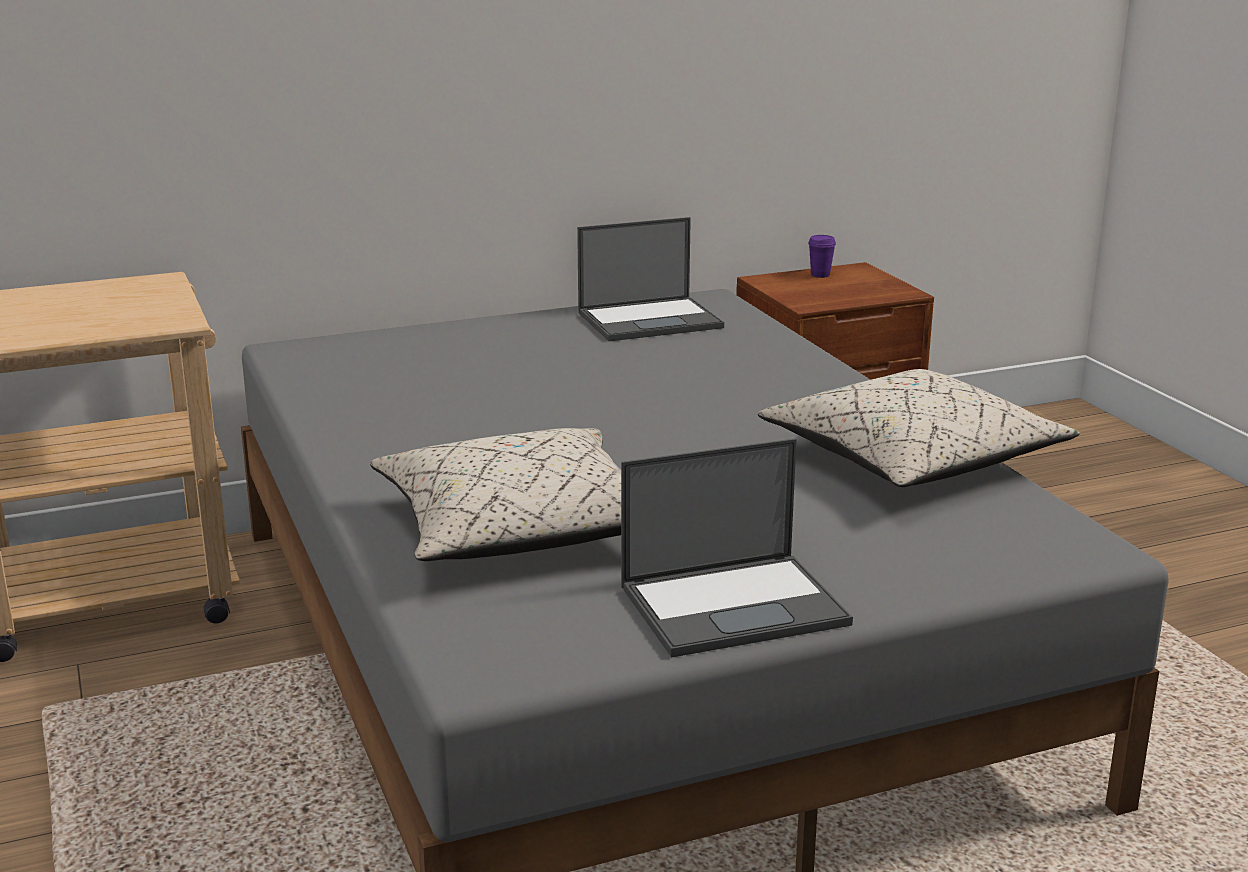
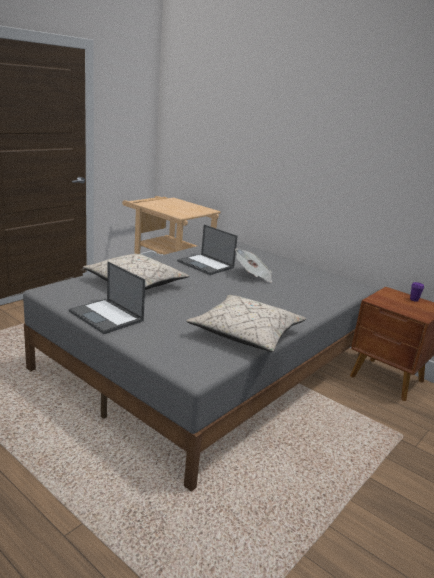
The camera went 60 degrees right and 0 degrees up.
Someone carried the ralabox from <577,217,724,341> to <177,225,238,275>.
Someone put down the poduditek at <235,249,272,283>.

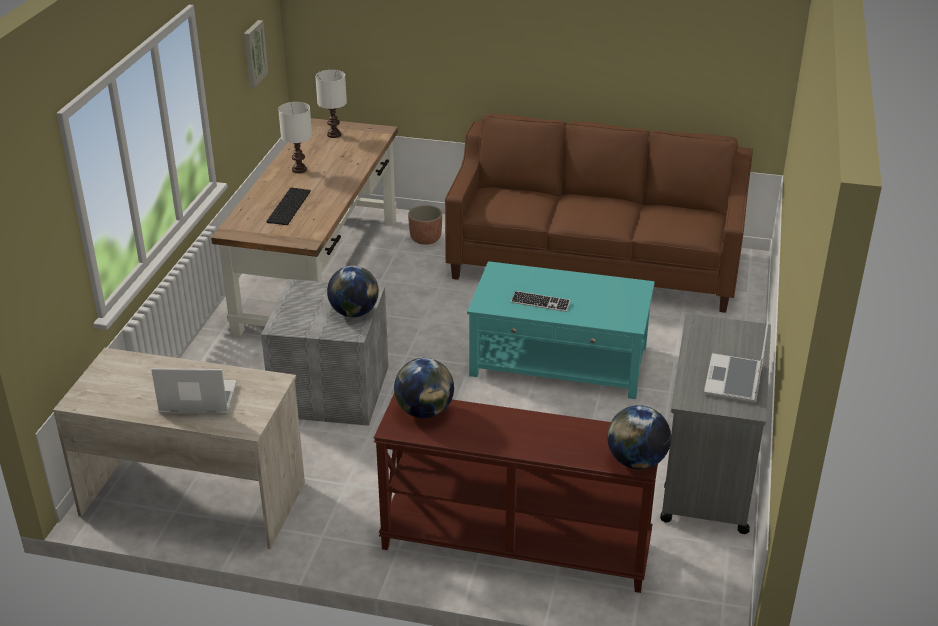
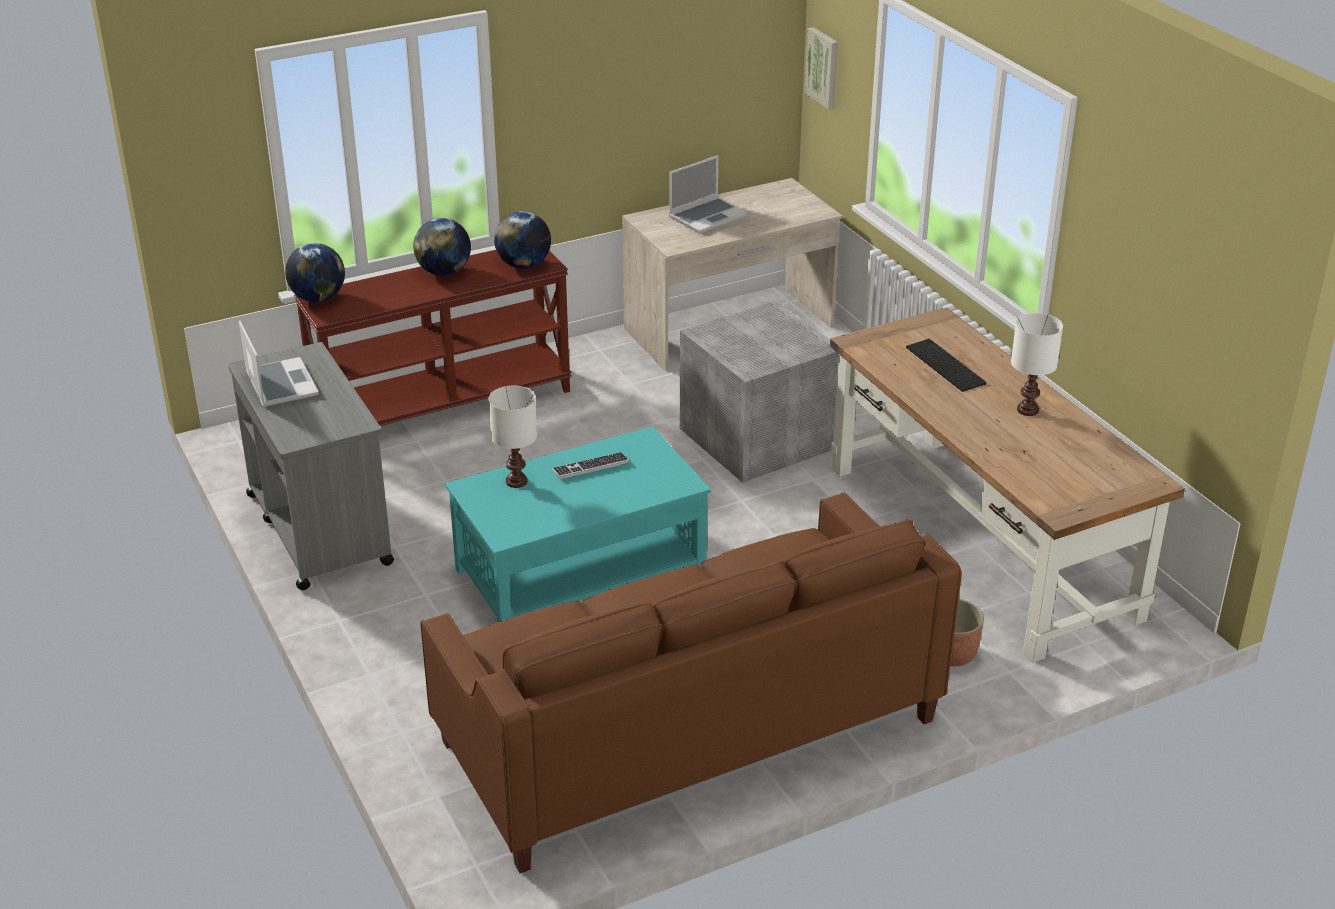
The camera went 140 degrees right and 0 degrees up.
Someone carried the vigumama from <244,20,268,88> to <805,27,838,110>.
Someone carried the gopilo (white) from <315,70,347,138> to <489,386,537,488>.
Someone carried the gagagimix from <327,266,379,317> to <413,218,471,276>.

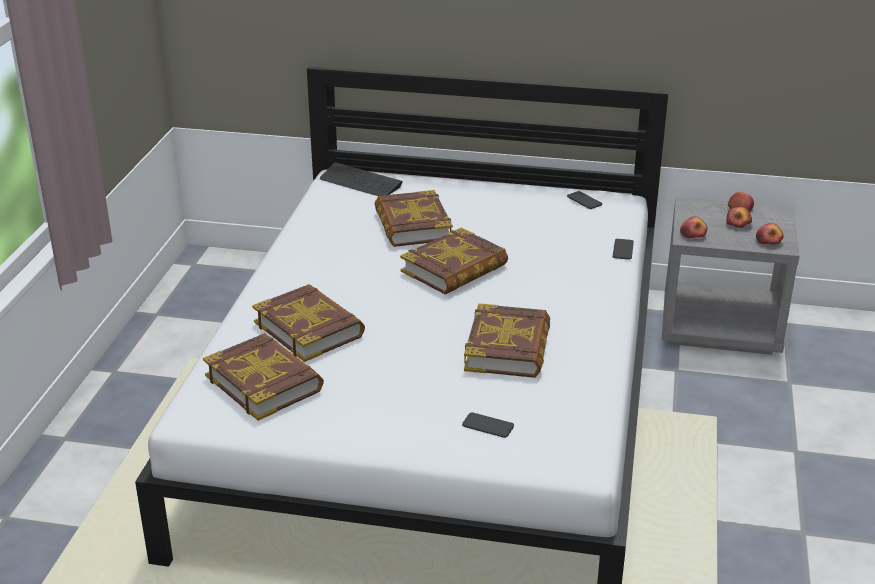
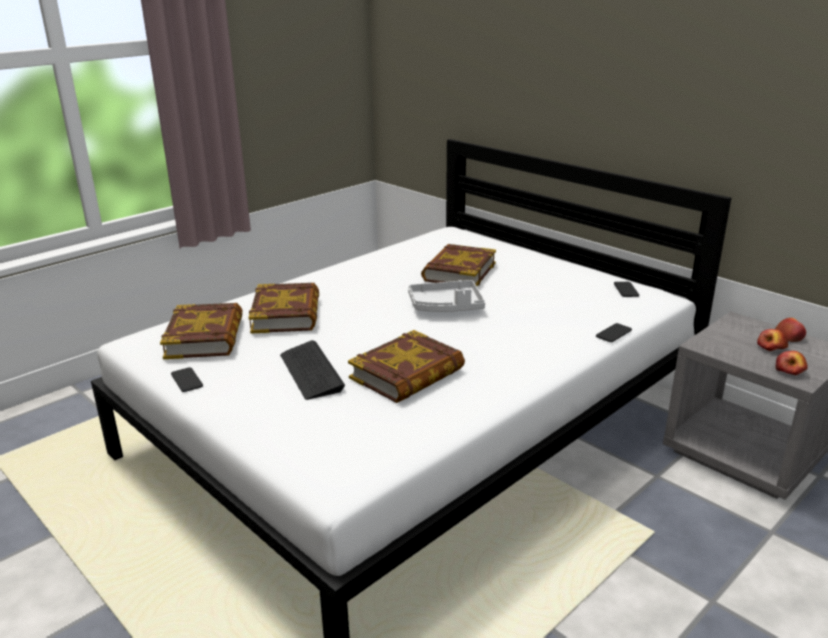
The camera went 35 degrees right and 5 degrees down.
Someone carried the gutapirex from <320,162,403,196> to <280,340,345,400>.
Someone swapped the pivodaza at <400,227,508,294> for the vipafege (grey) at <408,280,485,312>.
Someone carried the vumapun from <462,413,514,438> to <171,367,203,392>.
Someone took away the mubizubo at <680,216,708,238>.

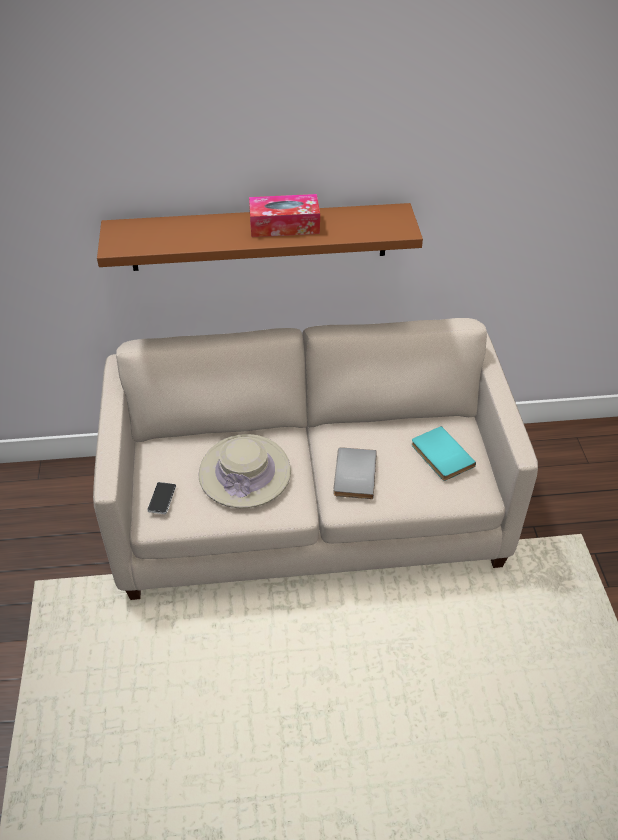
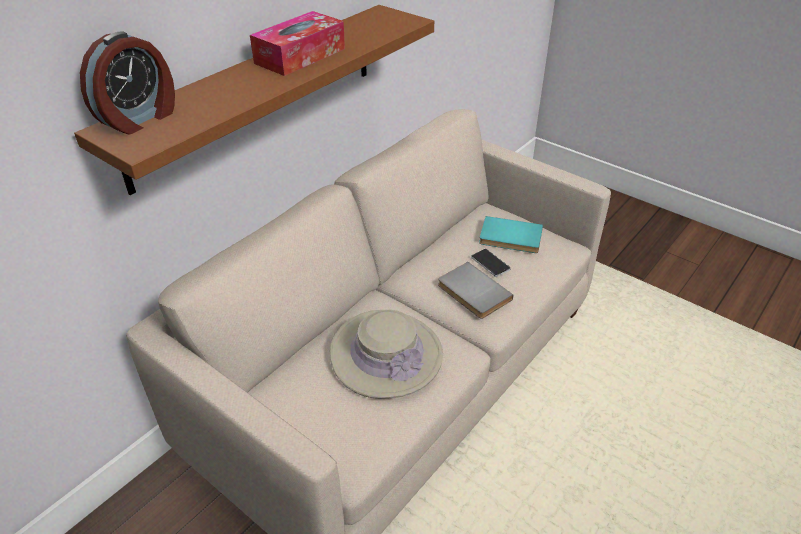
The camera went 45 degrees left and 5 degrees down.
Someone carried the vumapun from <147,482,176,514> to <471,249,510,277>.
Someone put down the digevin at <80,31,175,134>.

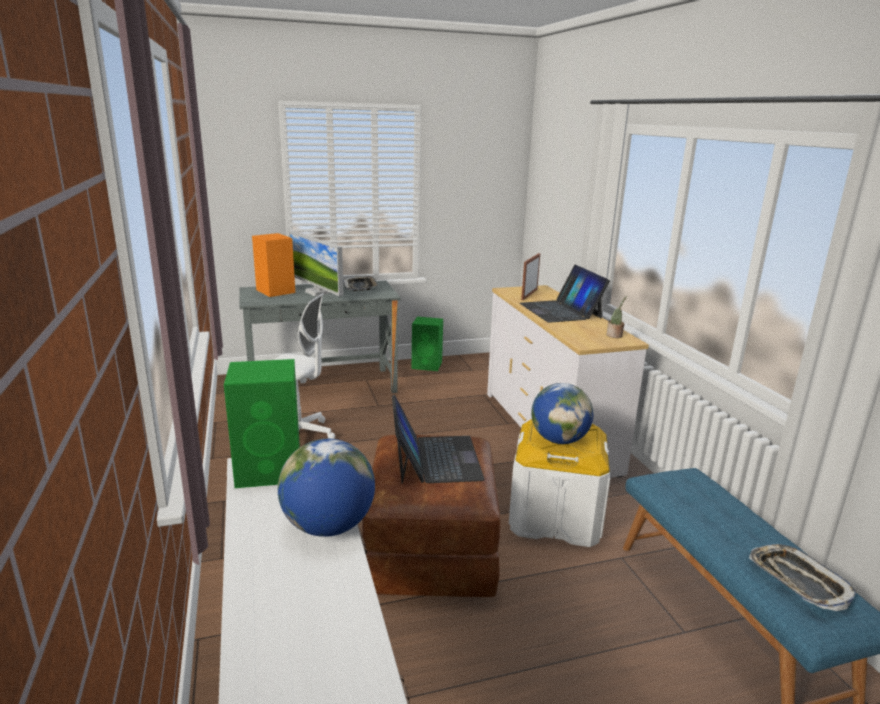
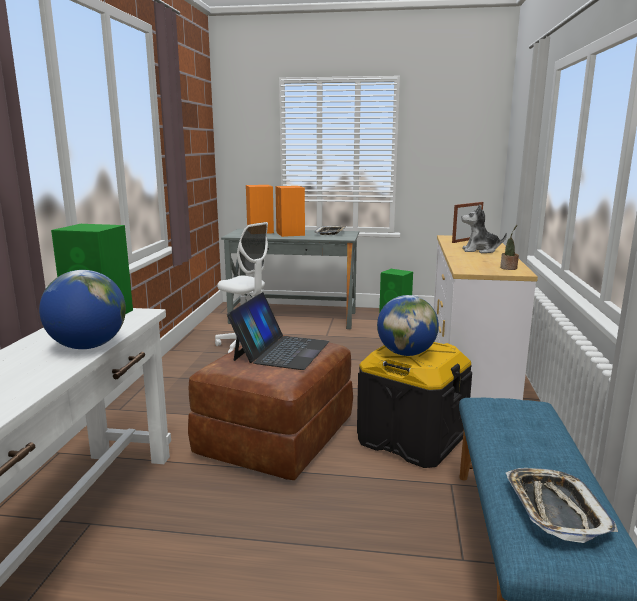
The camera went 25 degrees right and 5 degrees down.
Someone swapped the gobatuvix at <288,231,343,296> for the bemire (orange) at <275,186,305,237>.
Someone repainted the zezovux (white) at <509,419,610,547>, which became the zezovux (black) at <357,342,472,468>.
Someone swapped the ralabox at <519,264,610,323> for the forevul at <462,204,507,253>.

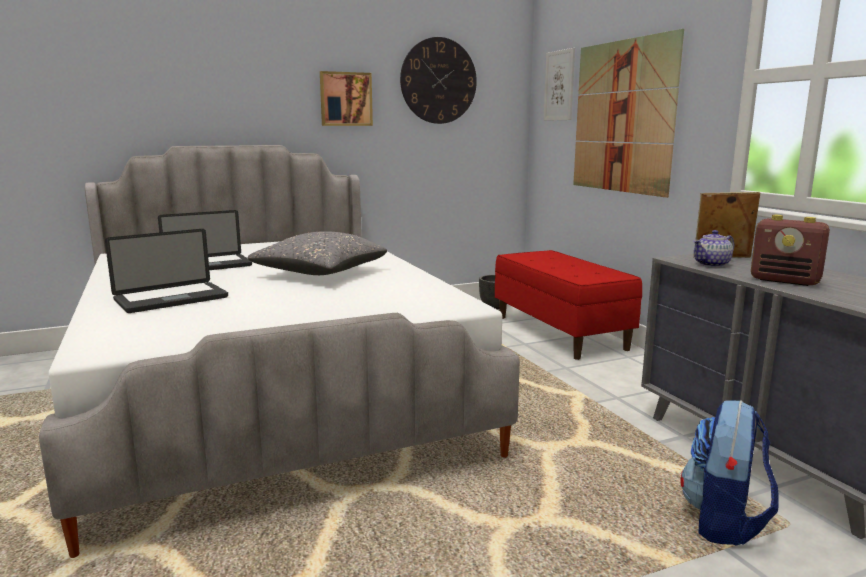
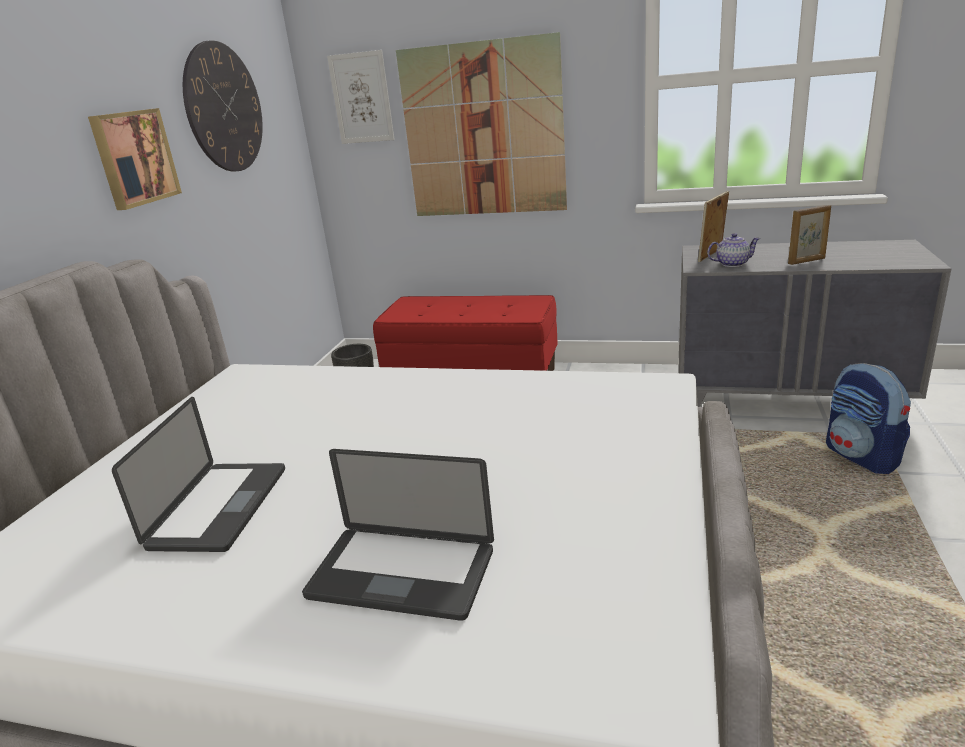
The camera went 50 degrees left and 10 degrees up.
Someone rotated the ralabox at <105,229,228,313> by 105 degrees clockwise.
Someone took away the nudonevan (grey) at <248,231,387,275>.
Someone rotated the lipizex at <693,230,734,267> by 105 degrees counterclockwise.
Someone swapped the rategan at <751,215,830,286> for the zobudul at <788,205,831,265>.

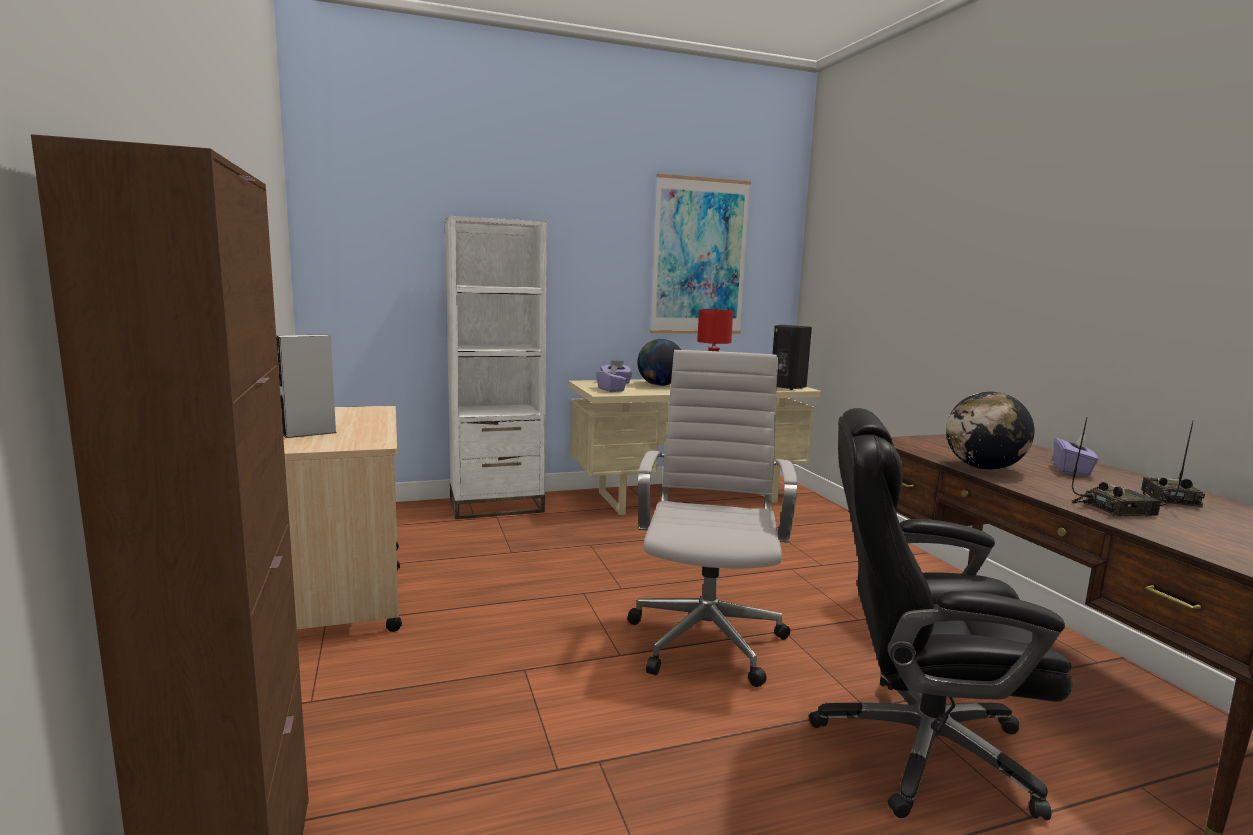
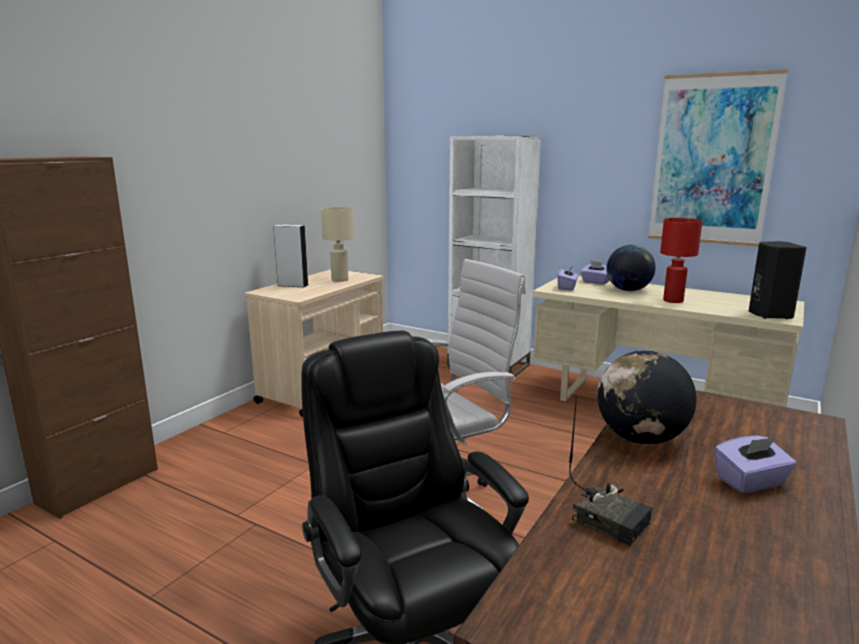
The camera went 50 degrees right and 5 degrees up.
Someone took away the rategan at <1141,421,1205,508>.
Someone put down the gopilo (beige) at <321,207,354,282>.

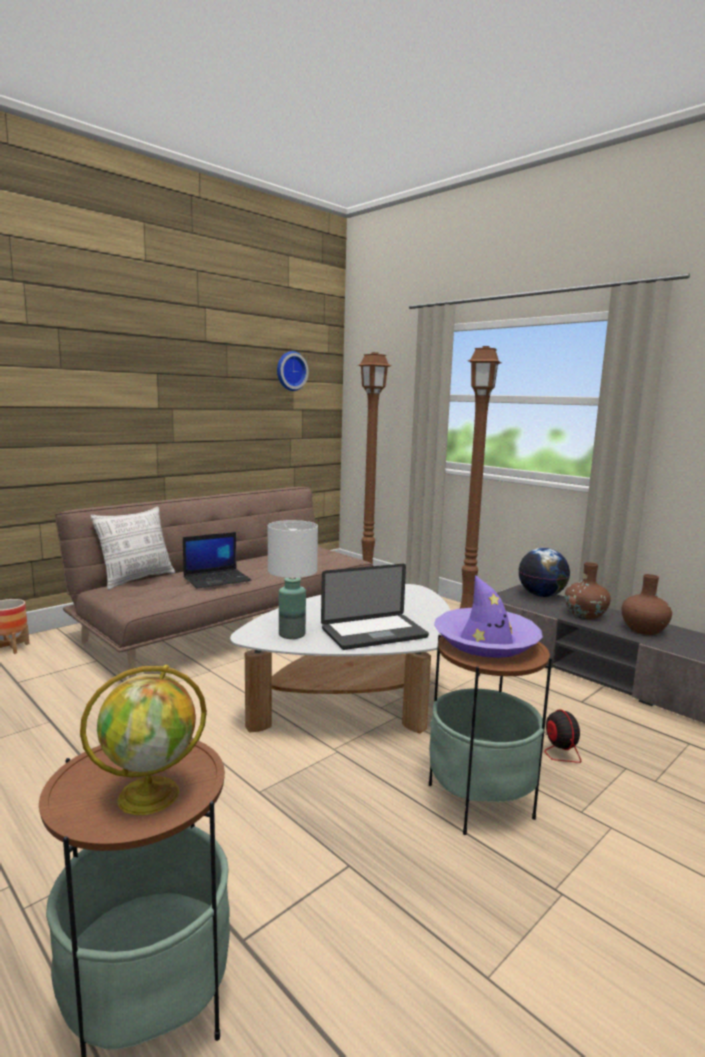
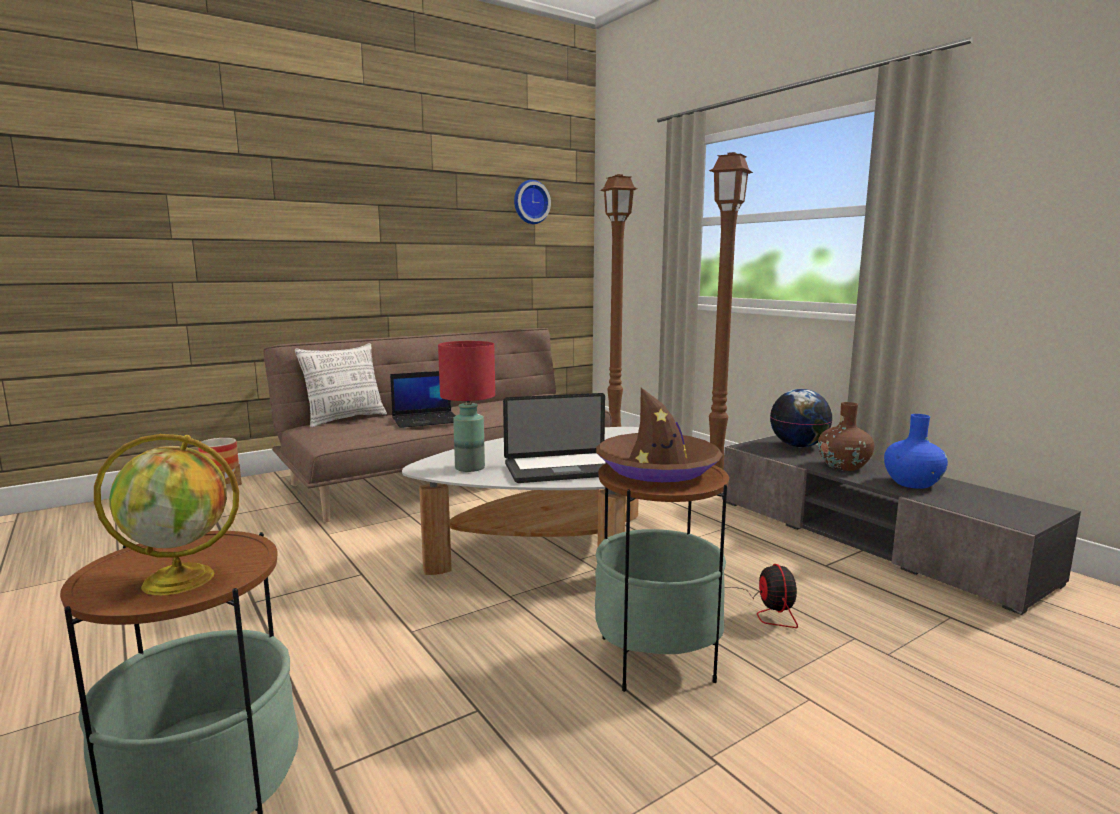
The camera went 10 degrees right and 0 degrees up.
Someone repainted the gopilo (white) at <268,520,318,639>, which became the gopilo (red) at <438,341,495,472>.
Someone repainted the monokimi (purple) at <434,575,543,658>, which became the monokimi (brown) at <596,388,723,482>.
Someone repainted the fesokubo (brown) at <622,574,672,635>, which became the fesokubo (blue) at <884,414,948,489>.

